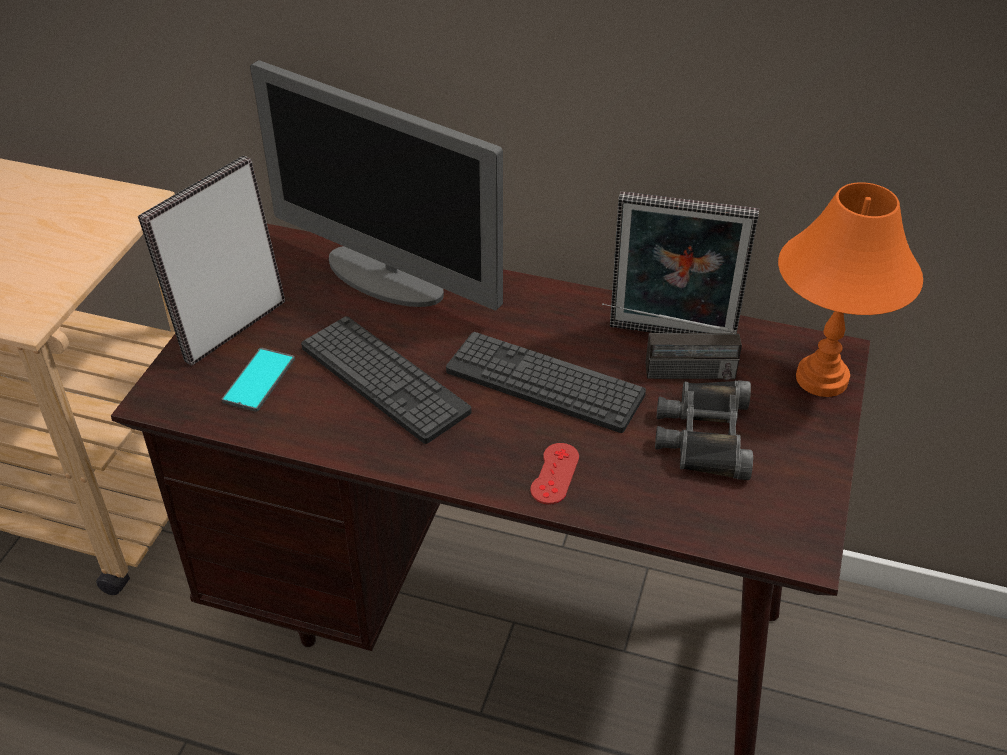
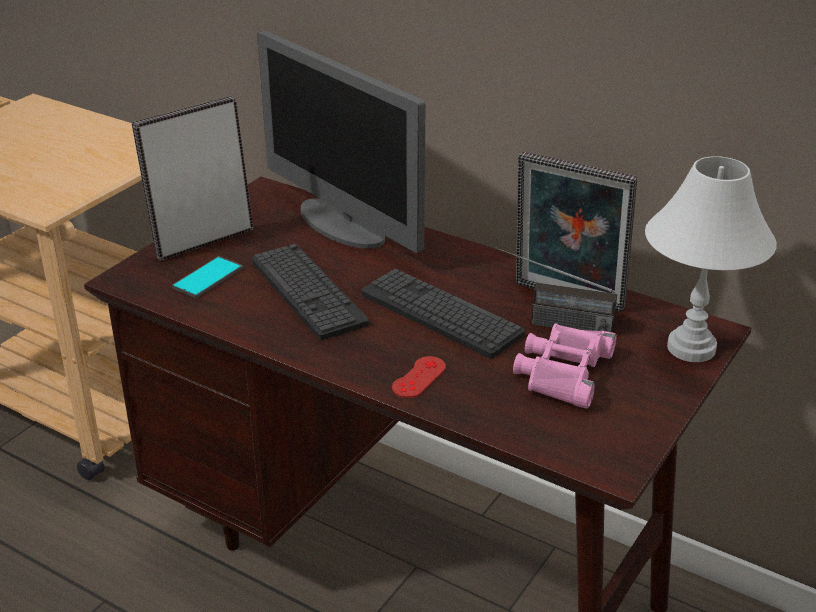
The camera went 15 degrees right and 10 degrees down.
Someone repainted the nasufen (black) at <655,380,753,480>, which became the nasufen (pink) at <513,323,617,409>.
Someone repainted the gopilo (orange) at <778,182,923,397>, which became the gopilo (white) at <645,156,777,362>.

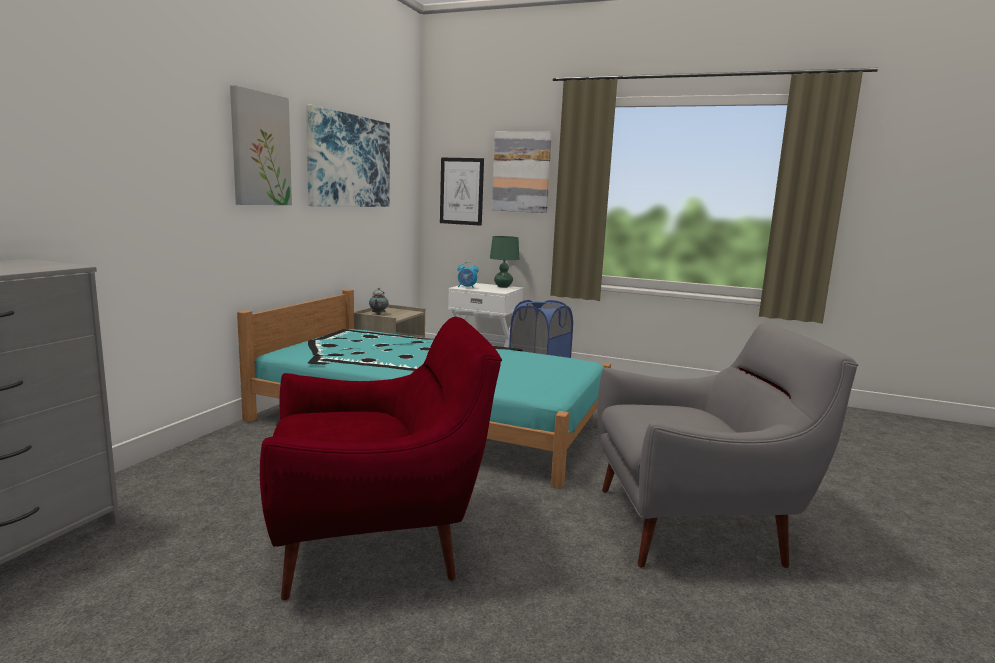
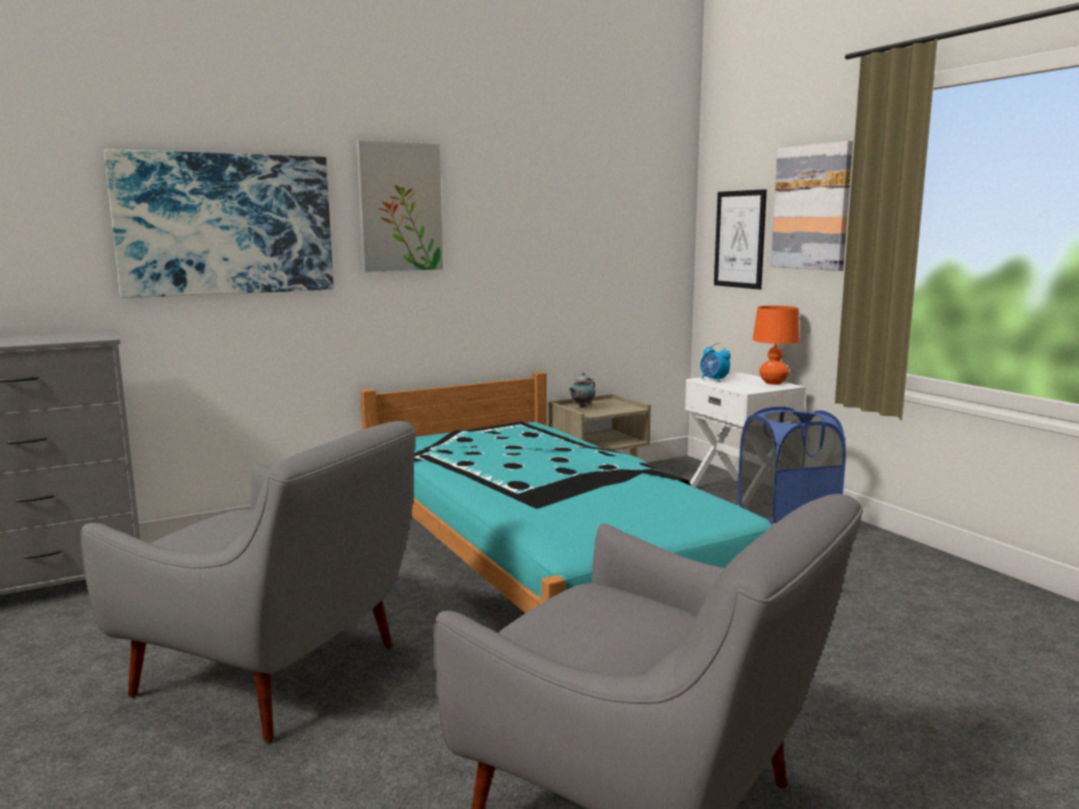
The camera went 40 degrees right and 0 degrees up.
Someone repainted the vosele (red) at <260,317,502,600>, which became the vosele (grey) at <81,421,416,743>.
Someone carried the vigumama from <306,105,390,207> to <104,149,334,298>.
Someone repainted the gopilo (green) at <490,236,519,288>, which became the gopilo (orange) at <753,306,800,385>.

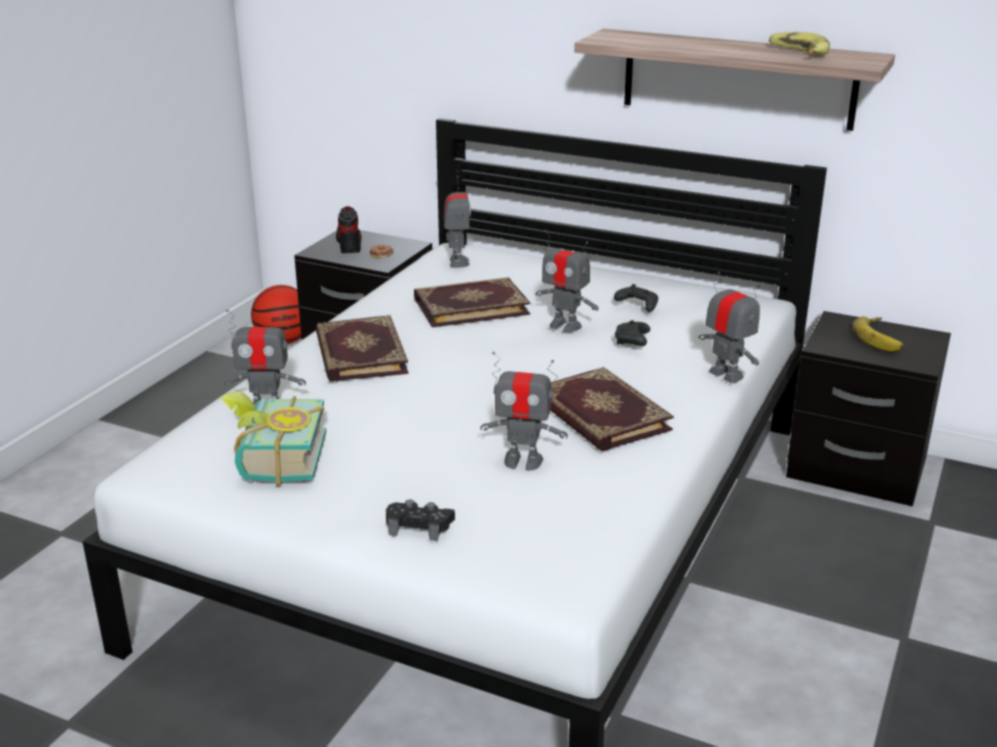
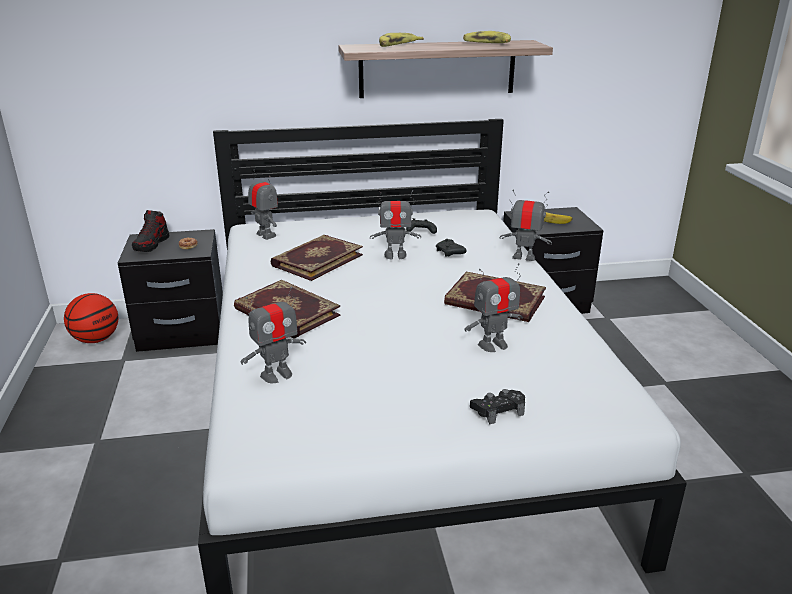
The camera went 35 degrees left and 0 degrees up.
Someone took away the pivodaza at <221,391,326,486>.
Someone rotated the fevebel at <336,206,361,253> by 120 degrees counterclockwise.
Someone put down the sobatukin at <379,33,424,47>.

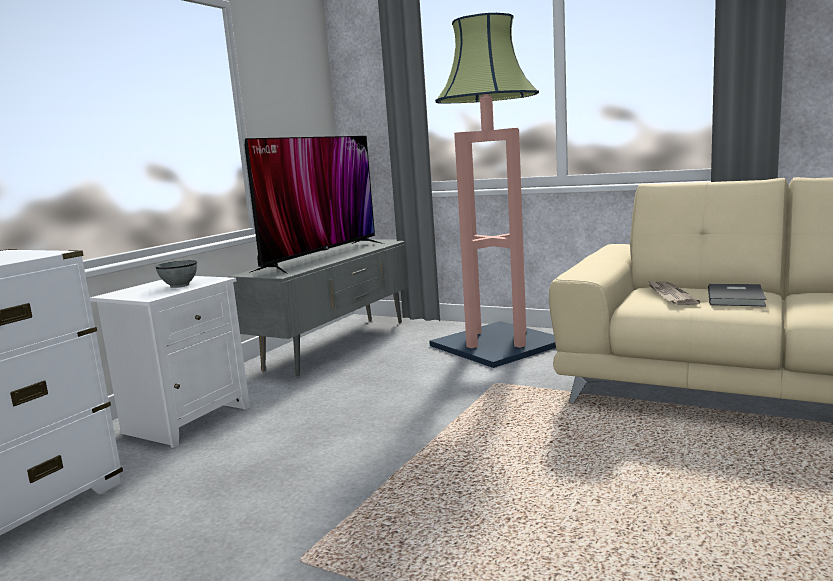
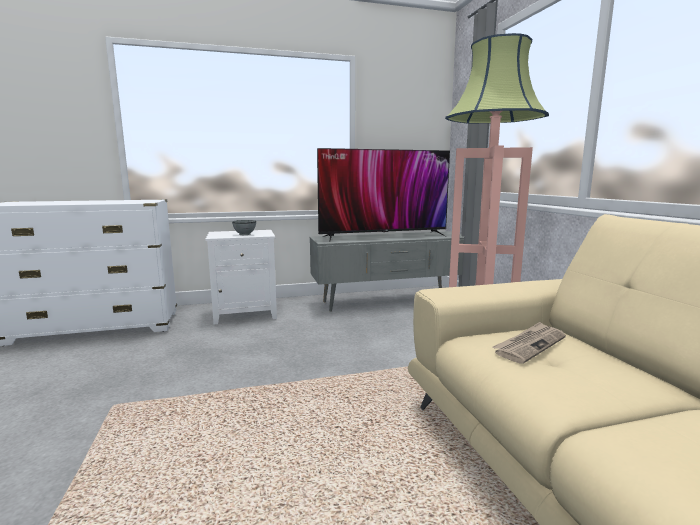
The camera went 45 degrees right and 0 degrees up.
Someone took away the pivodaza (grey) at <708,284,766,307>.

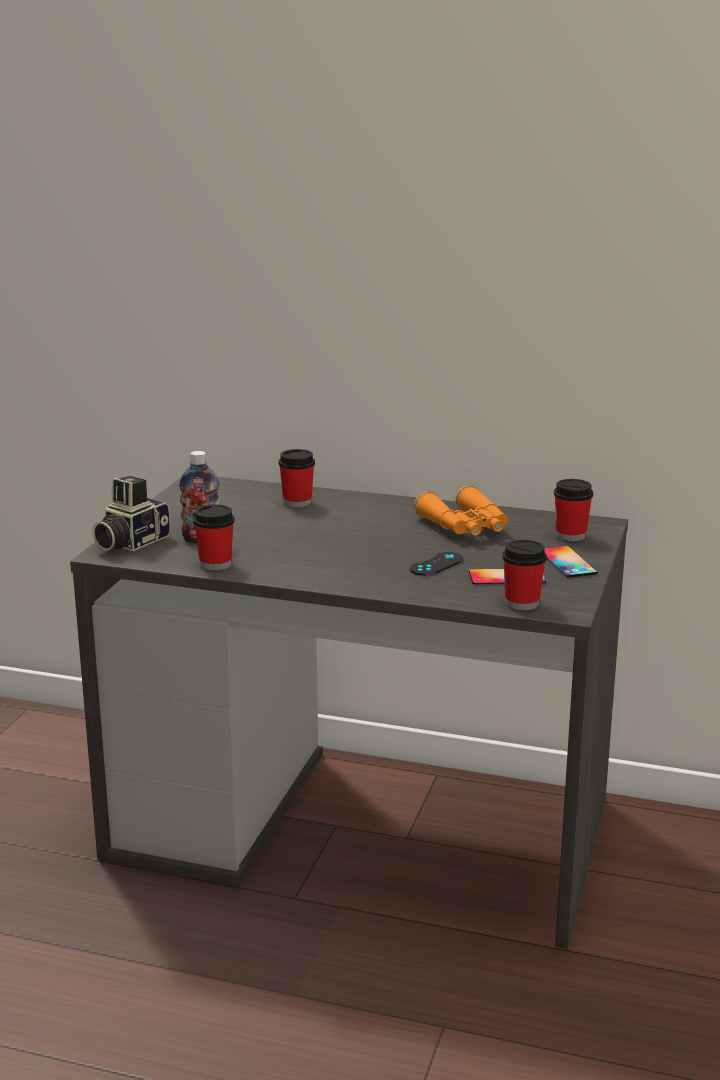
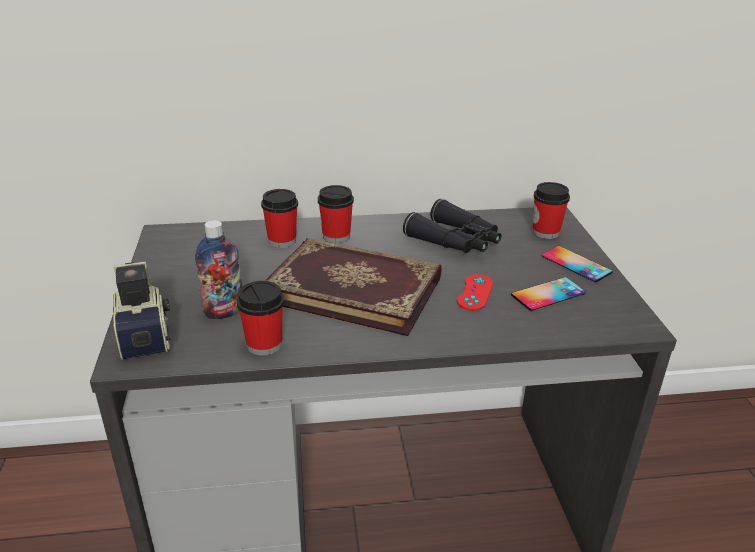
The camera went 25 degrees left and 10 degrees up.
Someone rotated the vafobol at <92,476,170,551> by 150 degrees clockwise.
Someone repainted the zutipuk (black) at <410,552,463,576>, which became the zutipuk (red) at <457,274,493,311>.
Someone repainted the nasufen (orange) at <414,485,508,535>, which became the nasufen (black) at <403,199,502,253>.
Someone carried the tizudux from <502,540,547,610> to <318,185,354,243>.
Someone put down the pivodaza at <265,238,442,336>.

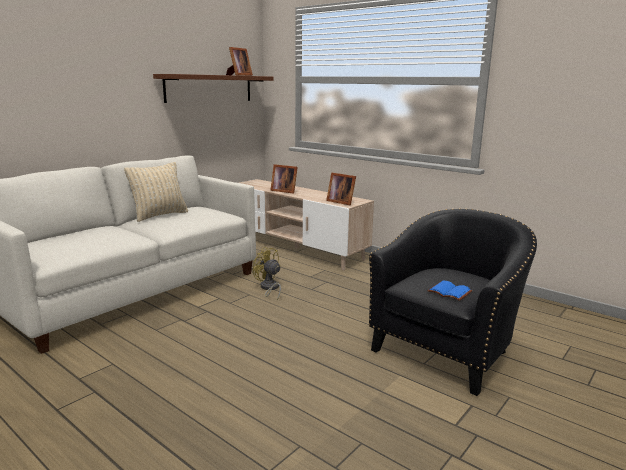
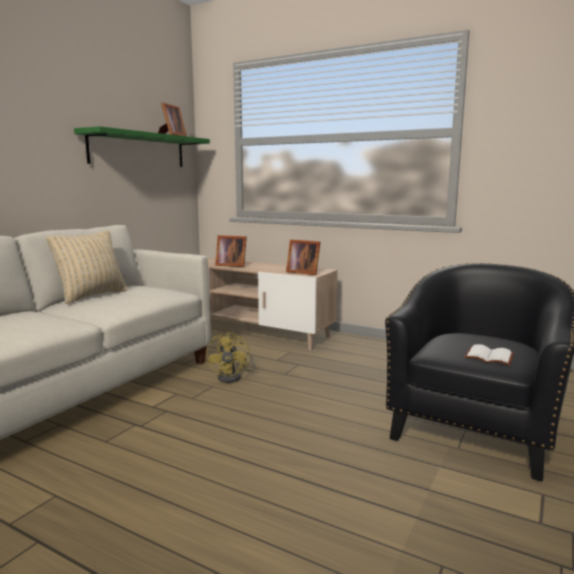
The camera went 10 degrees left and 5 degrees down.
Someone repainted the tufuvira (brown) at <153,74,274,103>, which became the tufuvira (green) at <74,126,210,167>.
Someone rotated the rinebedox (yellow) at <253,247,281,300> by 120 degrees counterclockwise.
Someone repainted the pivodaza (blue) at <427,281,472,301>, which became the pivodaza (white) at <465,344,514,365>.

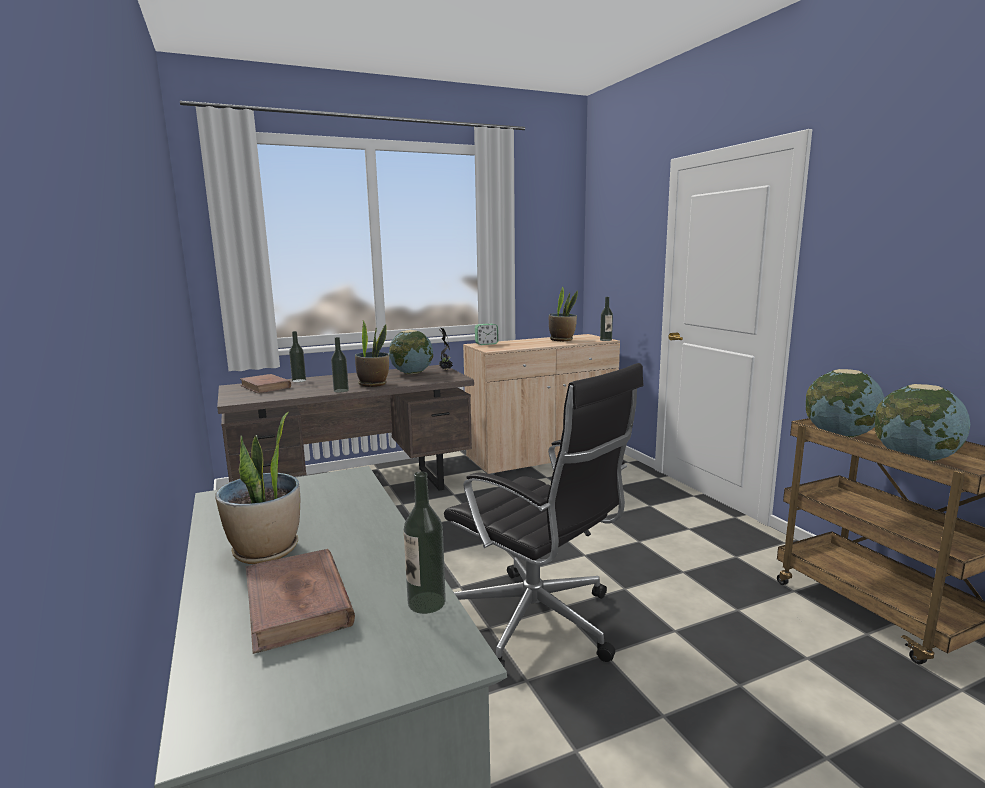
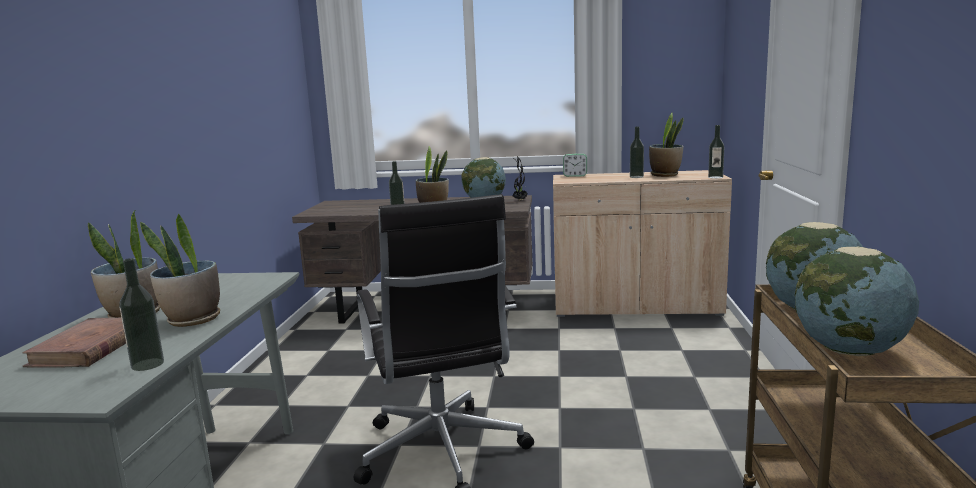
The camera went 30 degrees right and 0 degrees up.
Someone took away the pivodaza (brown) at <240,374,291,393>.
Someone carried the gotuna from <289,331,306,382> to <630,127,644,178>.
Someone put down the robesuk at <140,214,220,327>.

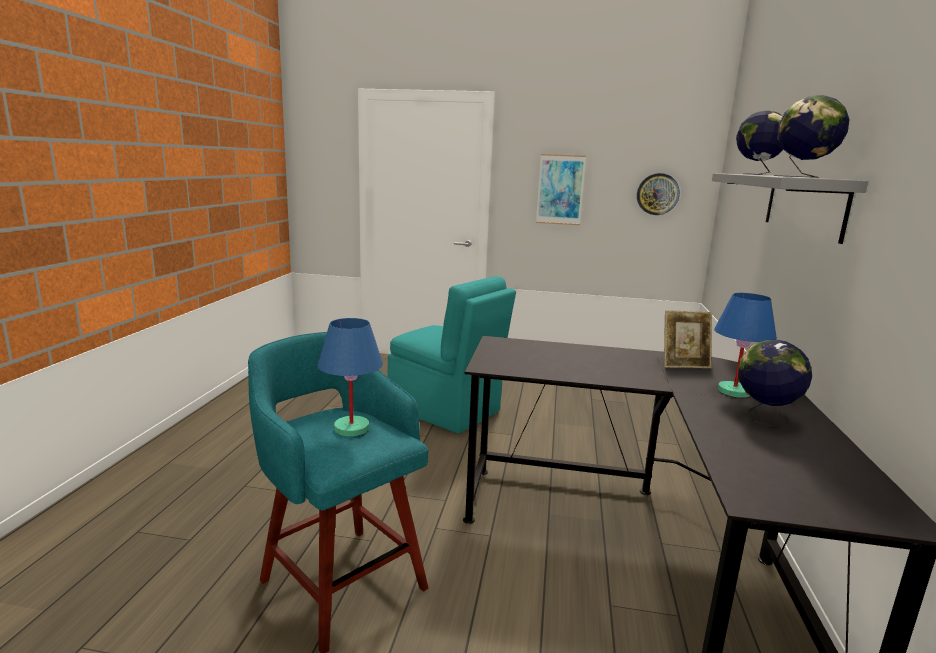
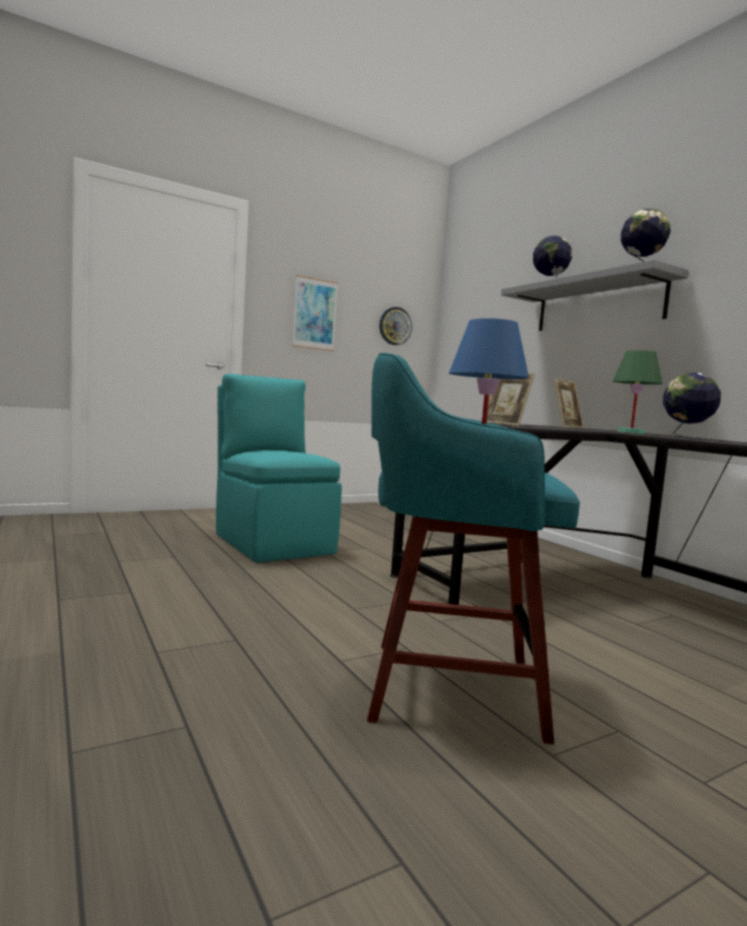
The camera went 40 degrees left and 10 degrees down.
Someone rotated the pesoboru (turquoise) at <387,276,516,434> by 120 degrees counterclockwise.
Someone repainted the gopilo (blue) at <714,293,777,398>, which became the gopilo (green) at <613,350,663,434>.
Someone put down the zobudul at <481,373,535,426>.

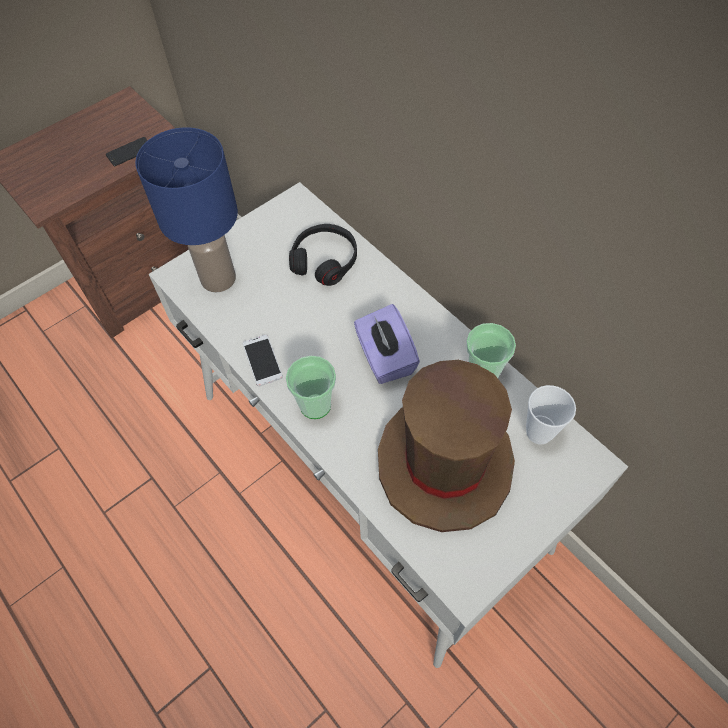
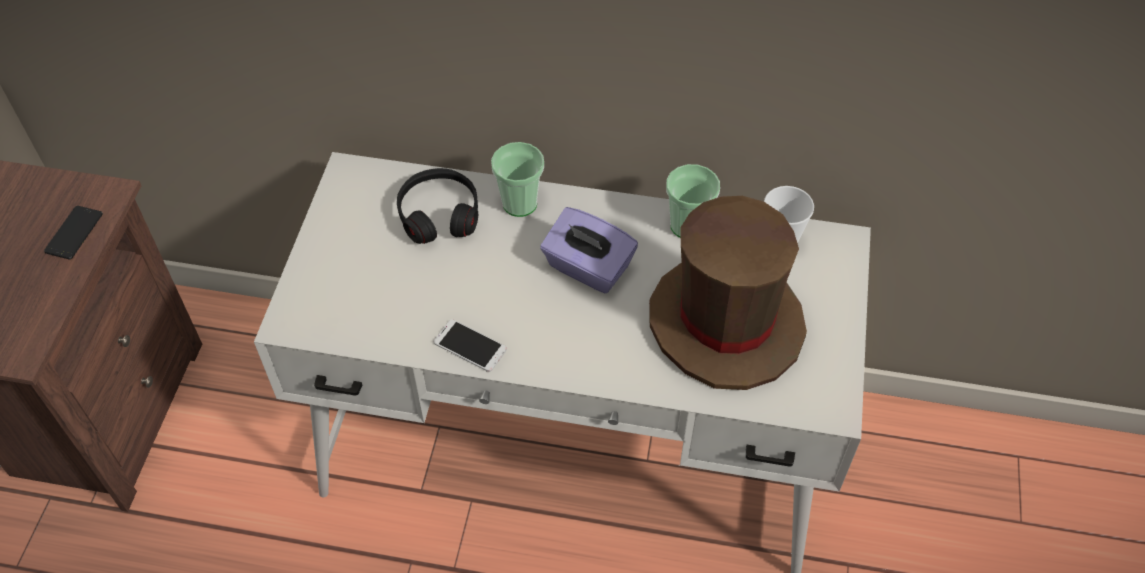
The camera went 40 degrees left and 5 degrees down.
Someone took away the gopilo (blue) at <135,127,238,292>.
Someone carried the tizudux from <286,356,336,419> to <491,142,544,217>.

